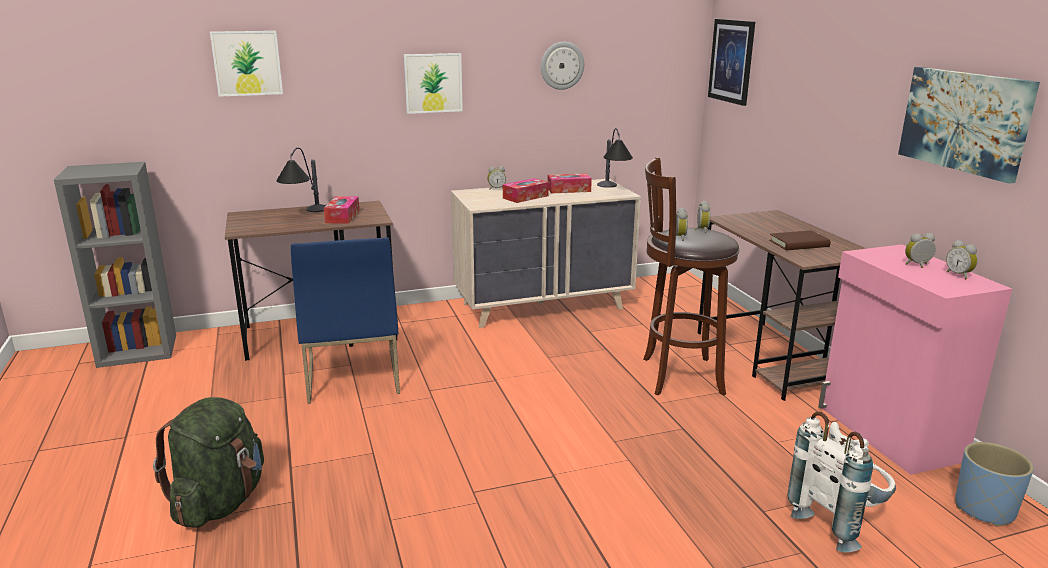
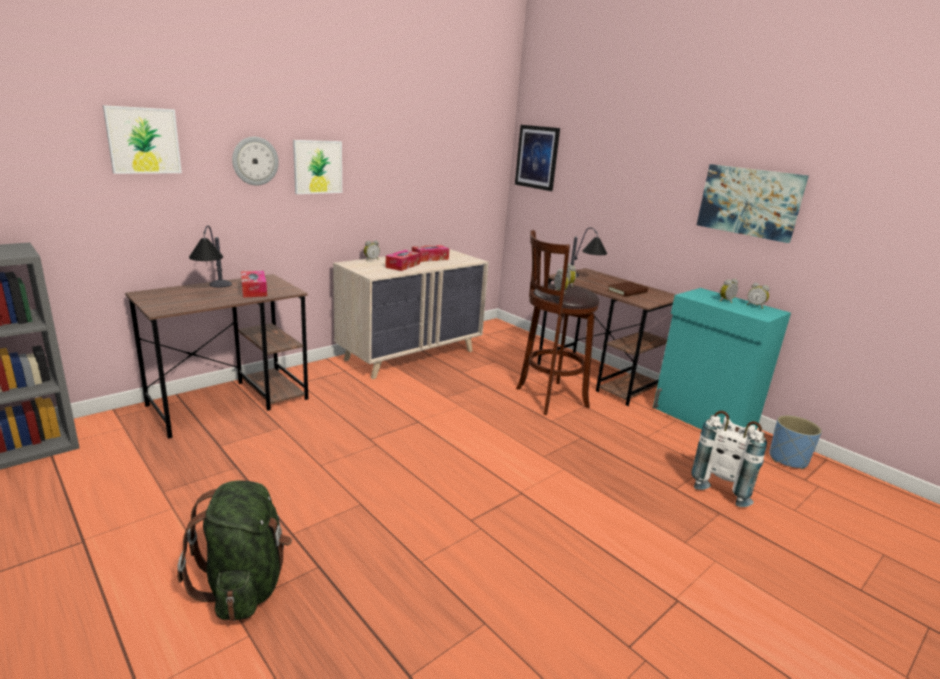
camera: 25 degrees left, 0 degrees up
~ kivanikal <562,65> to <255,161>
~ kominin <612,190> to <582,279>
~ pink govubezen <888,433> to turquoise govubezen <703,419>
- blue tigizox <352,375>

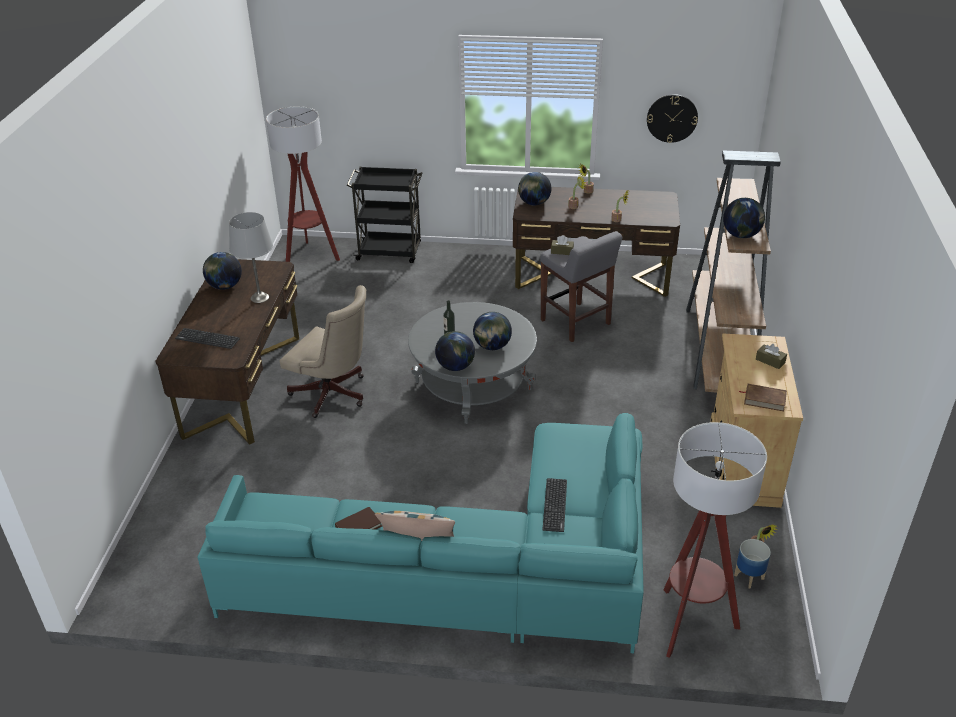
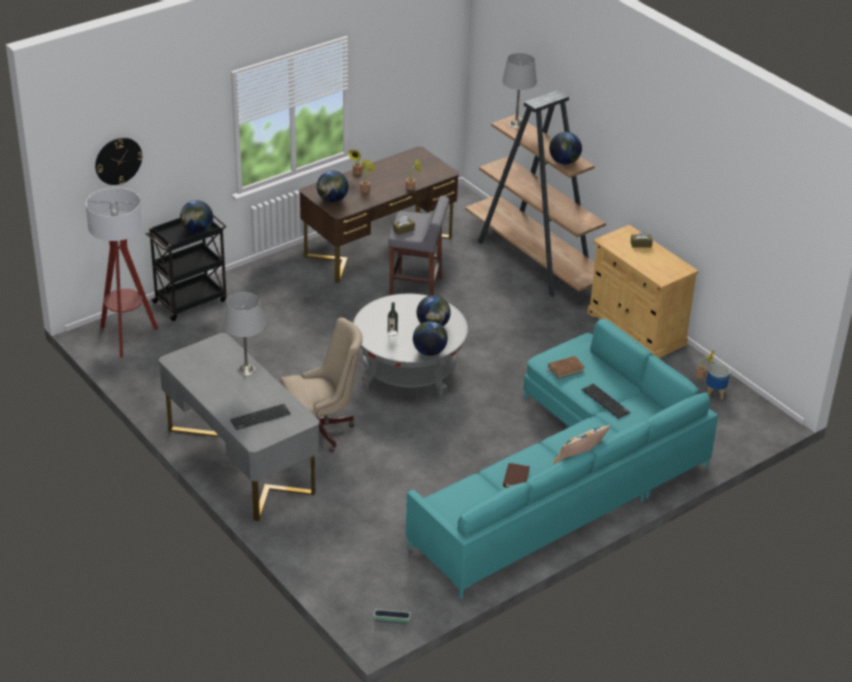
camera: 45 degrees left, 0 degrees up
~ kivanikal <672,118> to <118,160>
~ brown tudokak <243,385> to grey tudokak <240,460>
~ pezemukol <225,286> to <197,230>
+ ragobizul <391,620>
+ grey kominin <516,124>
~ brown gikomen <764,399> to <565,369>
- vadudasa <690,624>

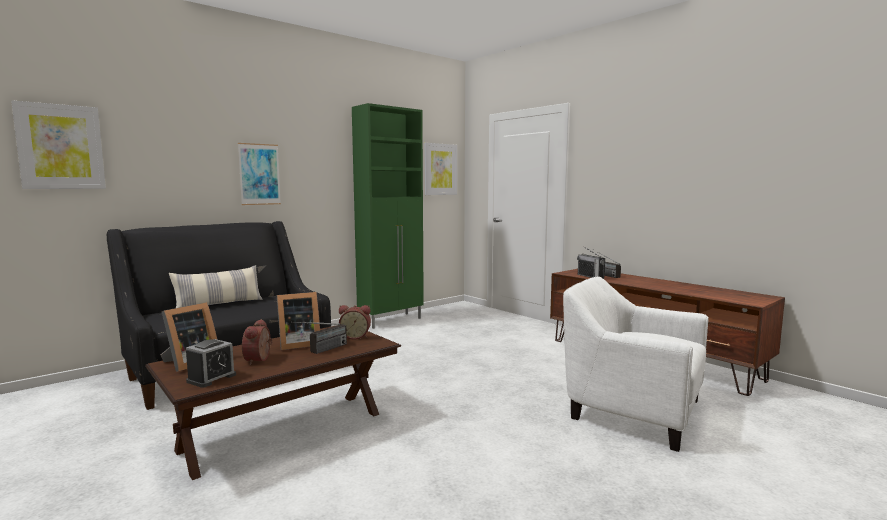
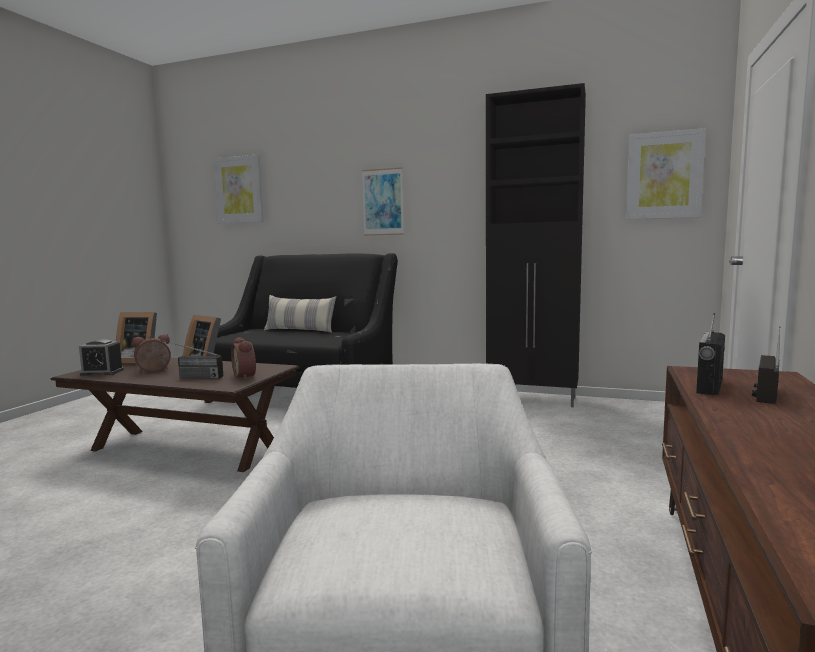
camera: 60 degrees right, 0 degrees up
~ green govubezen <392,320> to black govubezen <533,399>

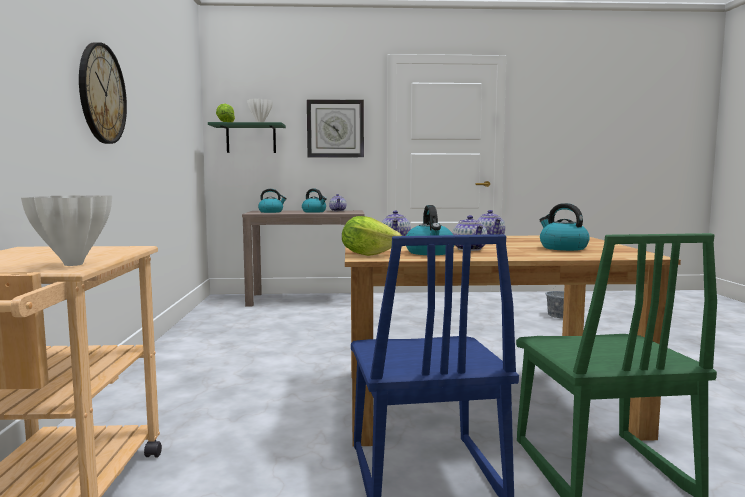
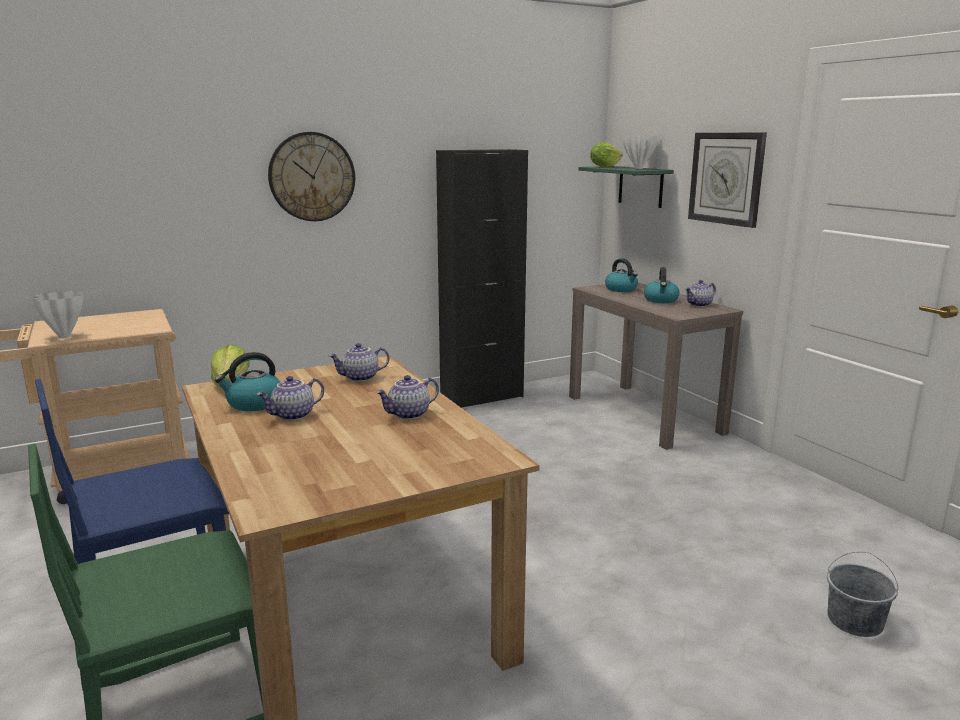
camera: 65 degrees right, 10 degrees up
+ black govubezen <482,398>
- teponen <562,248>

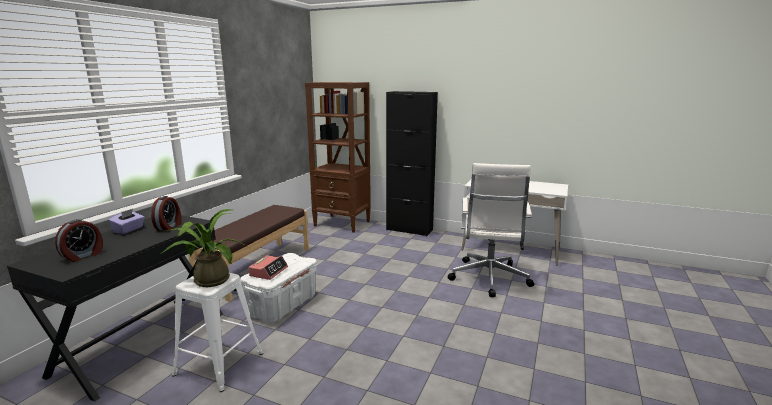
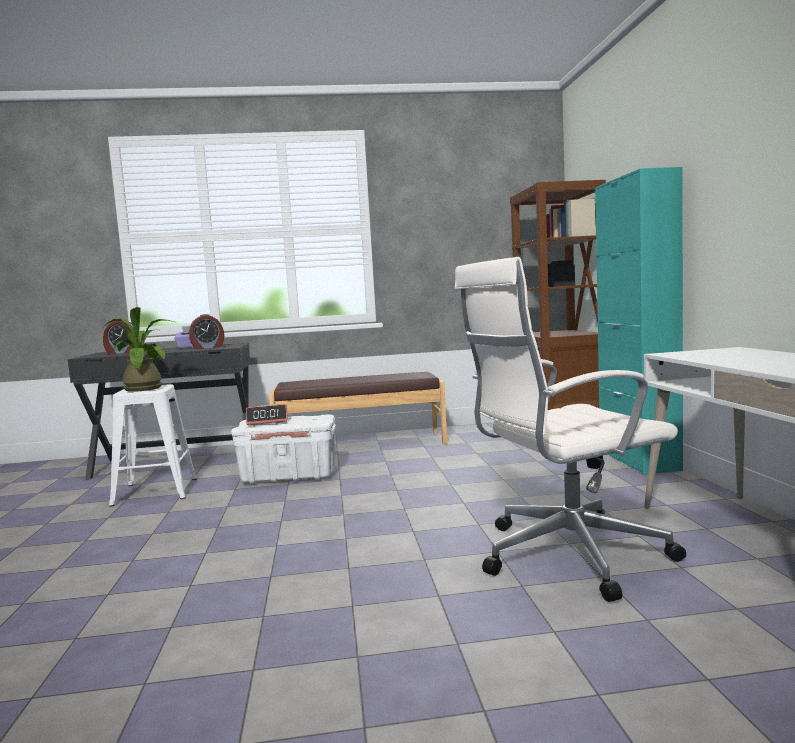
camera: 60 degrees right, 10 degrees down
~ black govubezen <409,230> to turquoise govubezen <638,460>

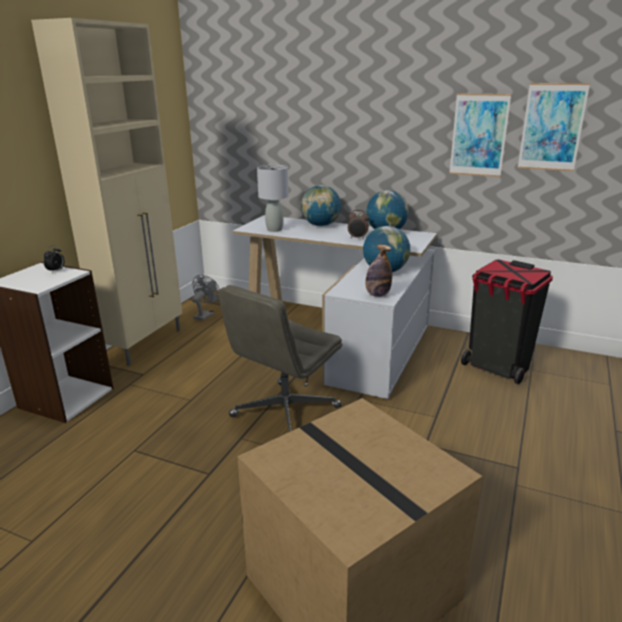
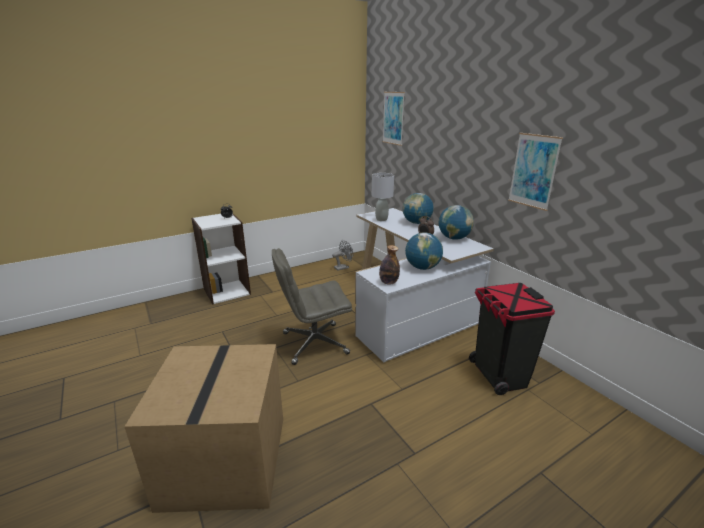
camera: 35 degrees right, 0 degrees up
~ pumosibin <552,127> to <393,118>
- beige govubezen <144,343>

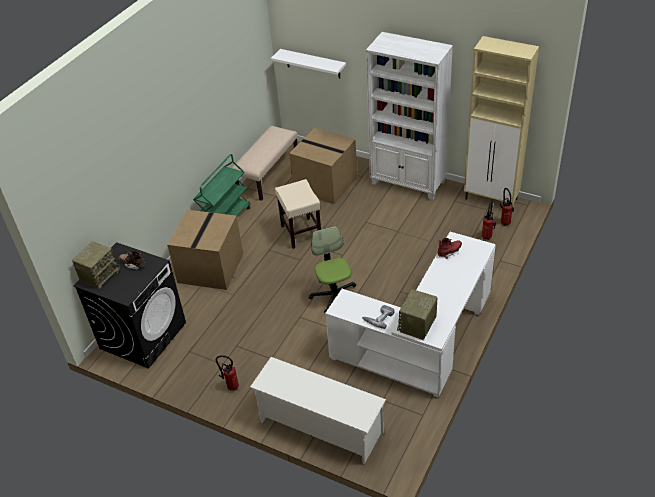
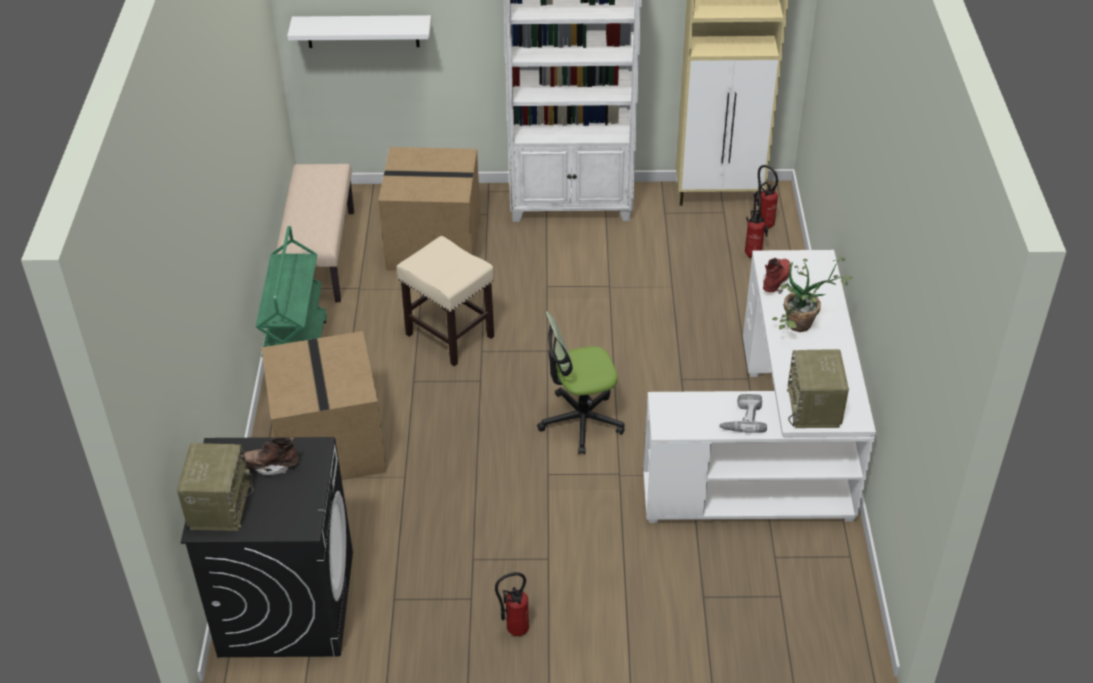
camera: 30 degrees left, 0 degrees up
~ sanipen <334,296> = <581,421> 60 degrees counterclockwise
+ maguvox <801,329>
- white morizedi <320,427>

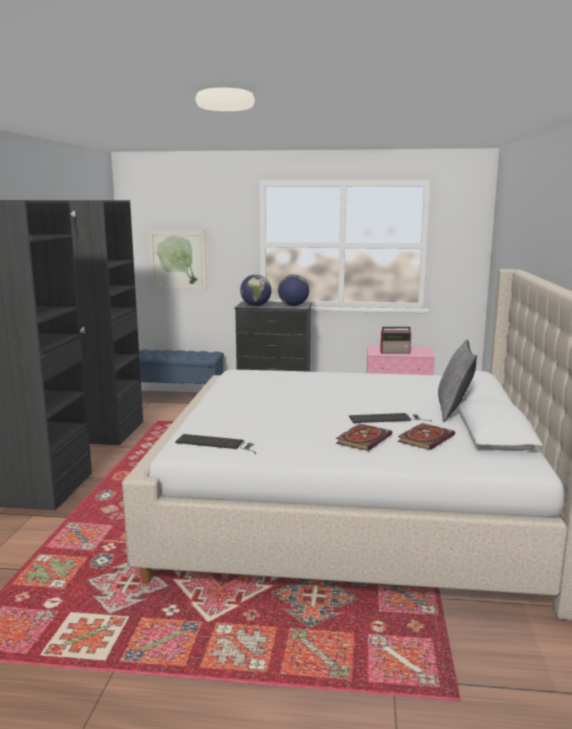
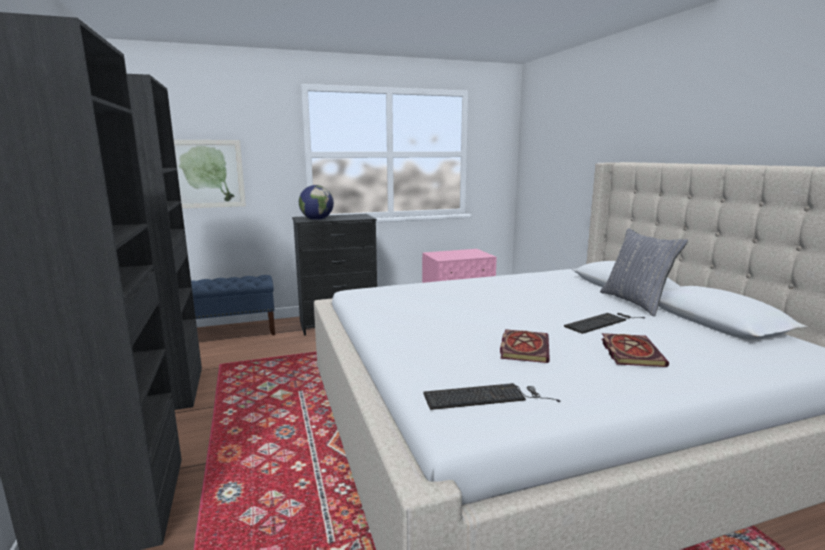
camera: 25 degrees left, 0 degrees up
~ gikomen <425,438> to <523,348>
- pezemukol <293,305>
- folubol <395,352>

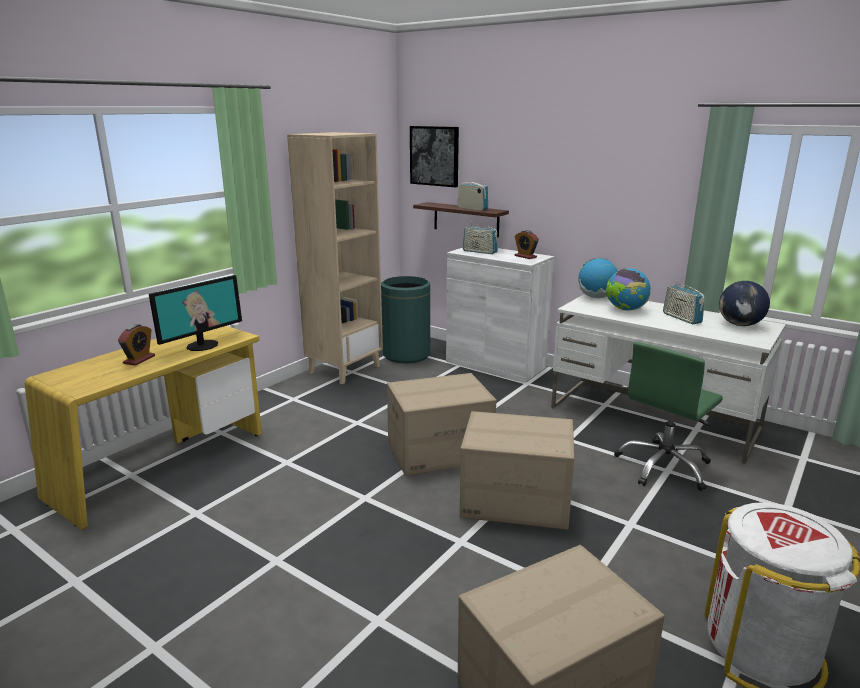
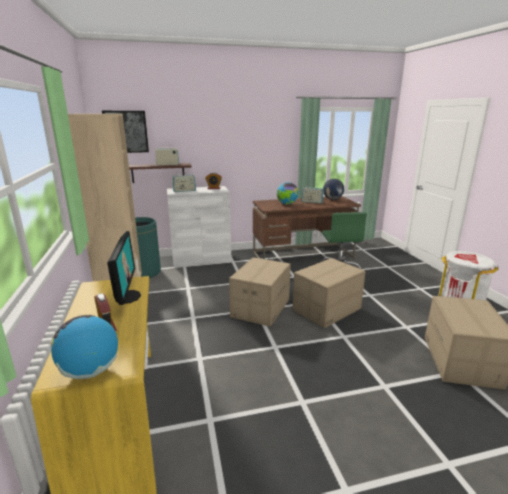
camera: 50 degrees left, 0 degrees up
~ pezemukol <596,297> to <90,371>
~ white tudokak <654,418> to brown tudokak <303,255>

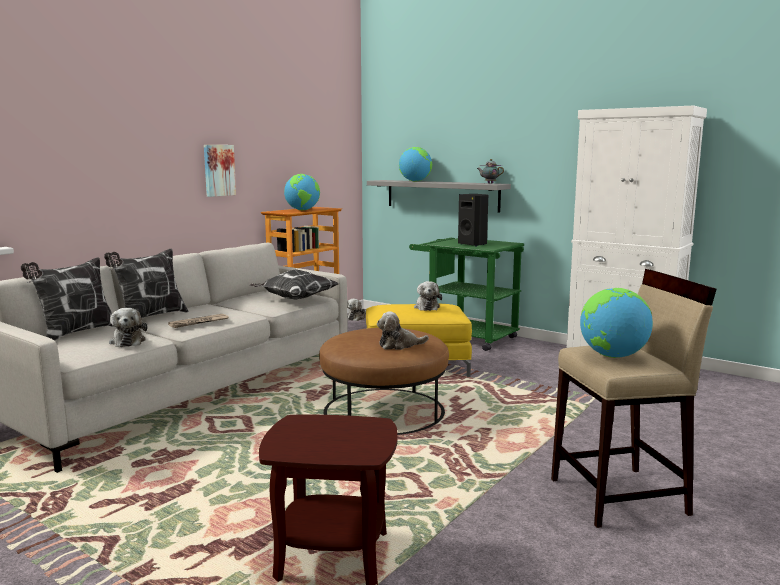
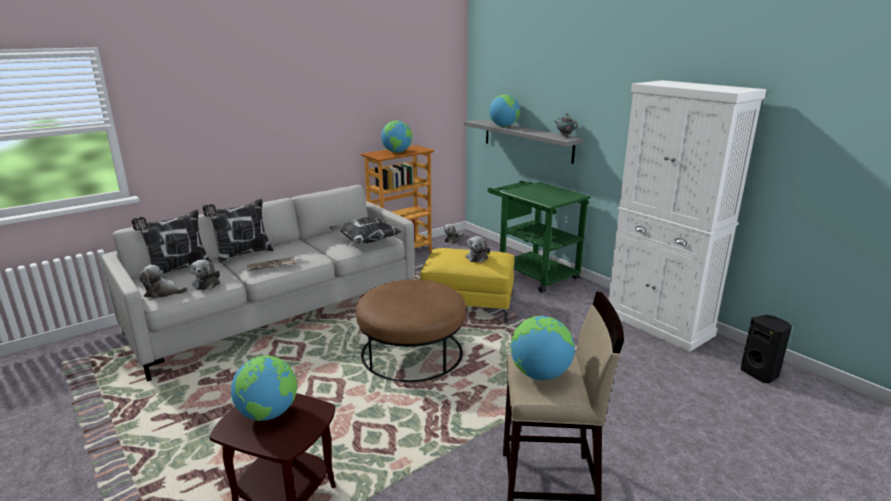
camera: 15 degrees right, 10 degrees up
~ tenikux <399,345> to <163,293>
+ pezemukol <268,414>
~ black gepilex <473,244> to <760,374>
- pumosibin <218,170>

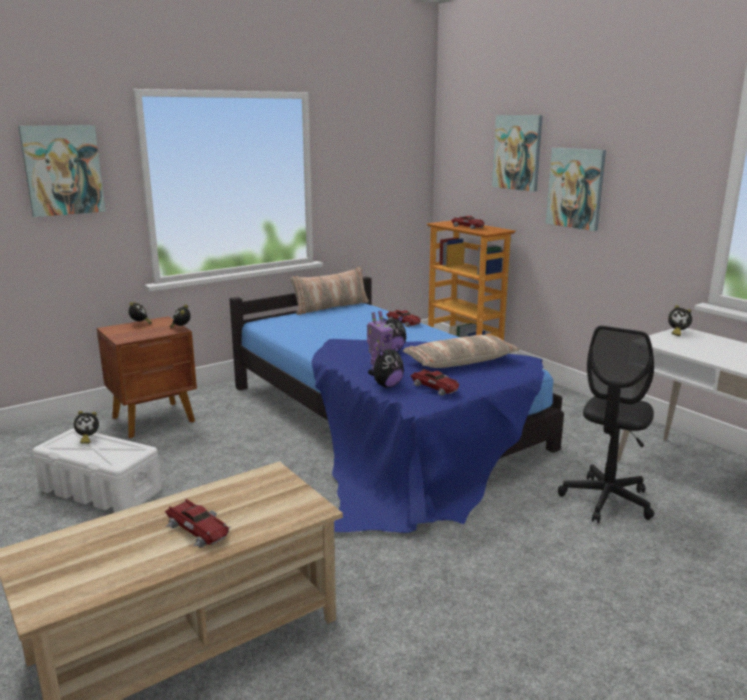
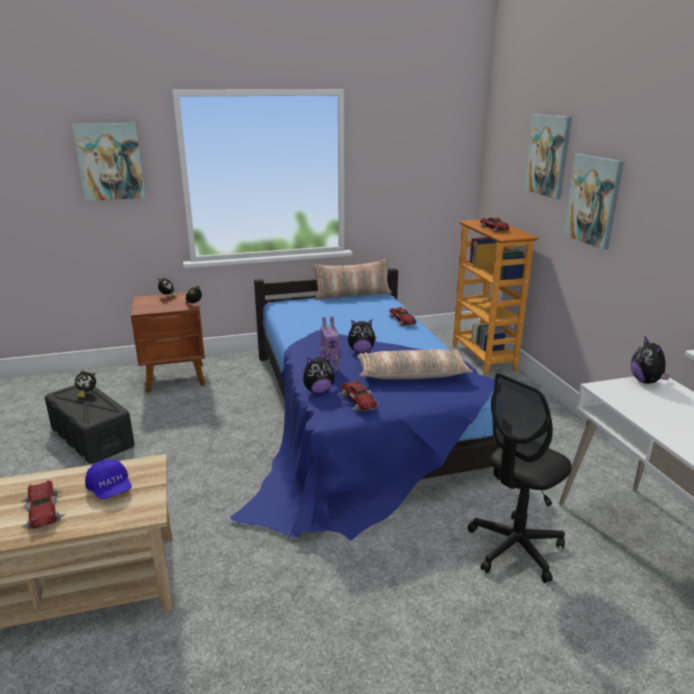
camera: 20 degrees right, 5 degrees up
~ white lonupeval <101,490> to black lonupeval <92,437>
+ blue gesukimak <110,489>
~ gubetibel <677,333> to tenikux <646,381>

